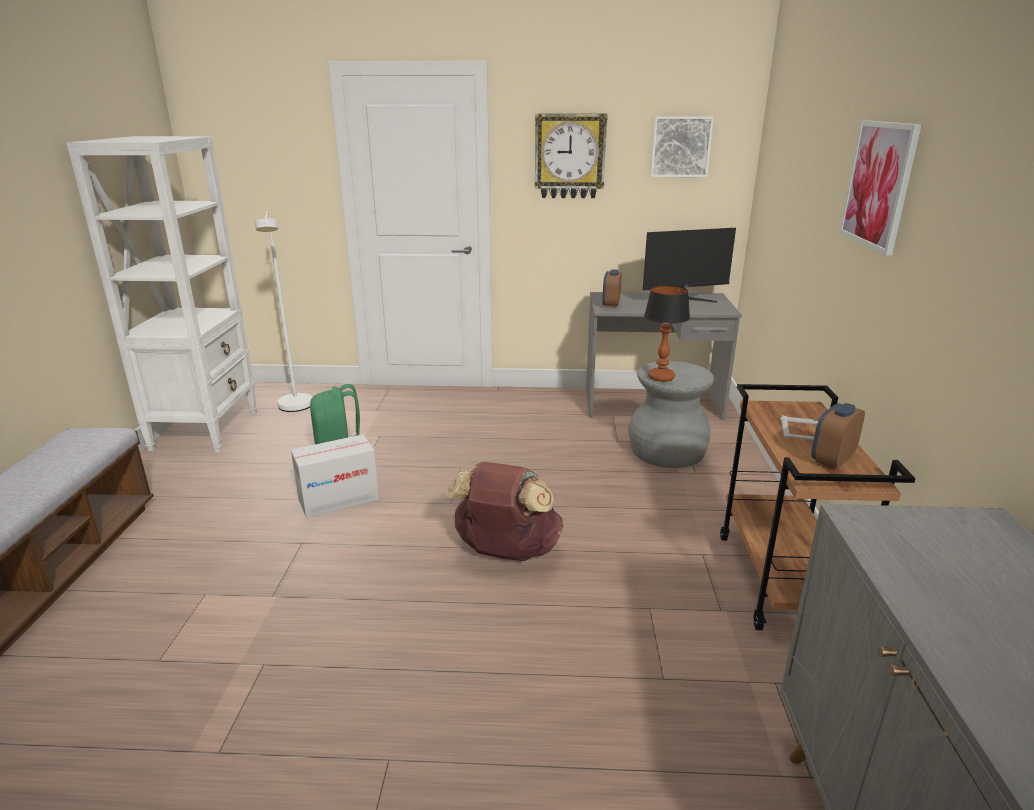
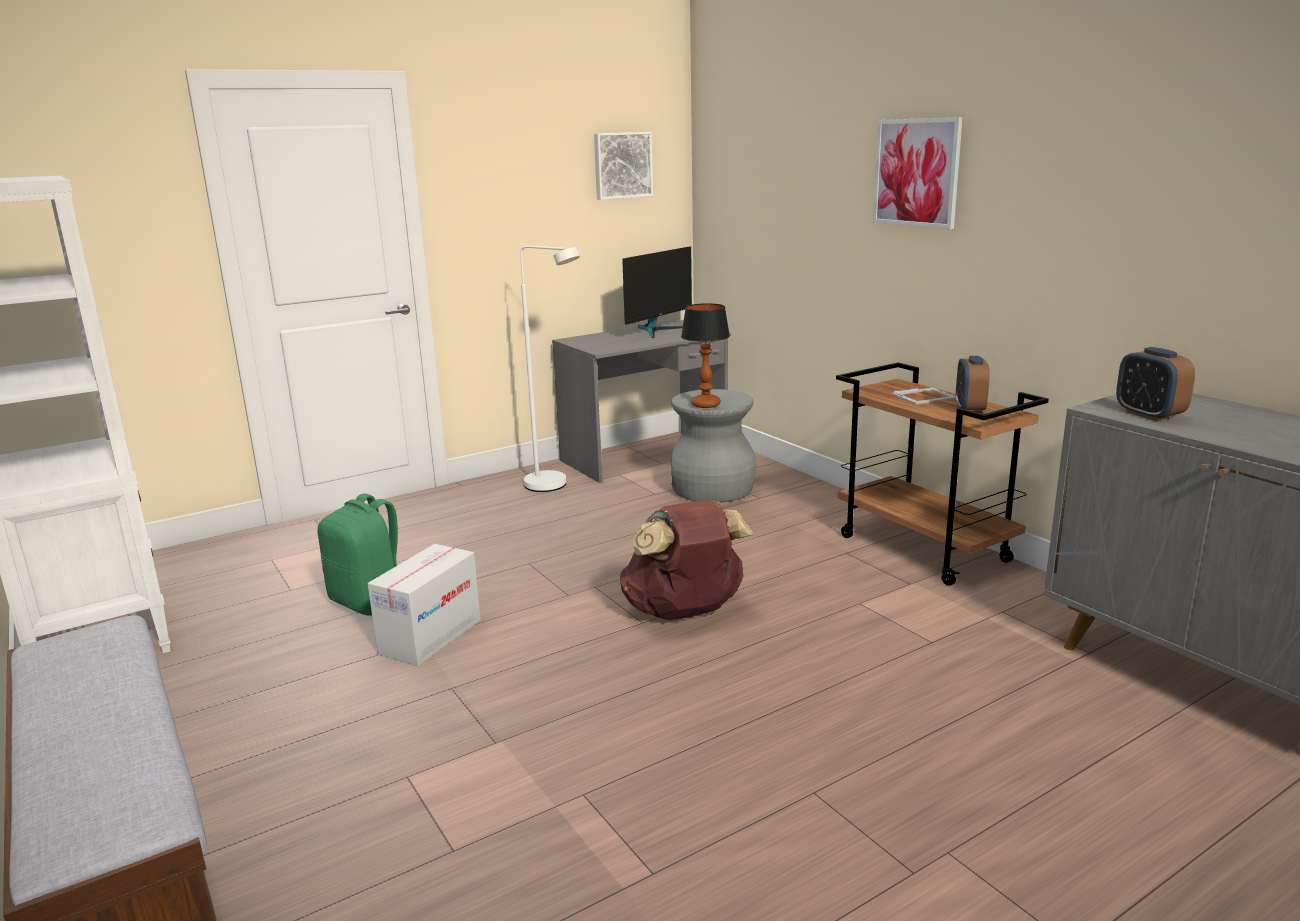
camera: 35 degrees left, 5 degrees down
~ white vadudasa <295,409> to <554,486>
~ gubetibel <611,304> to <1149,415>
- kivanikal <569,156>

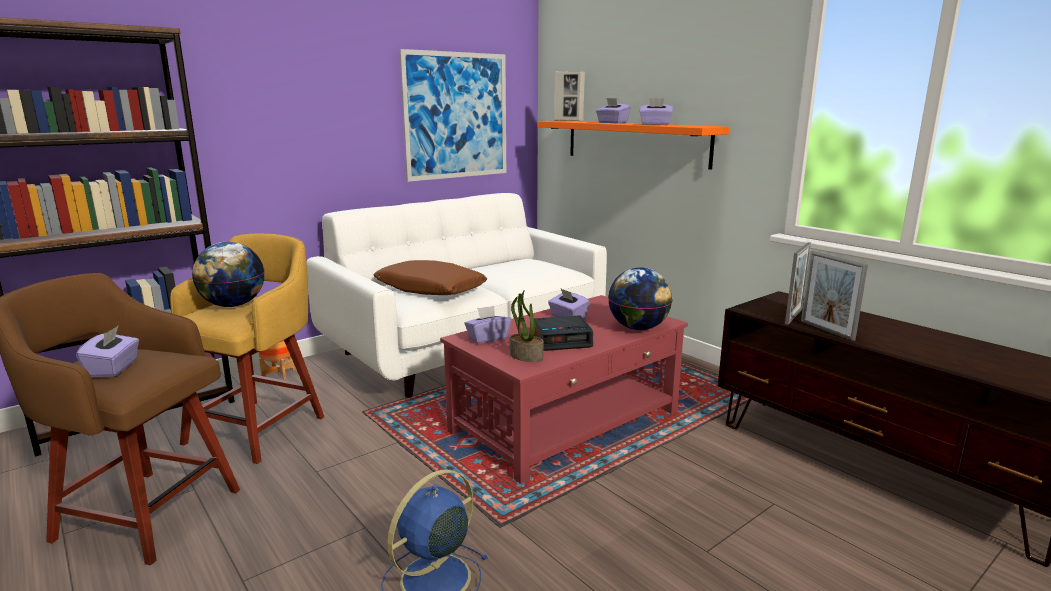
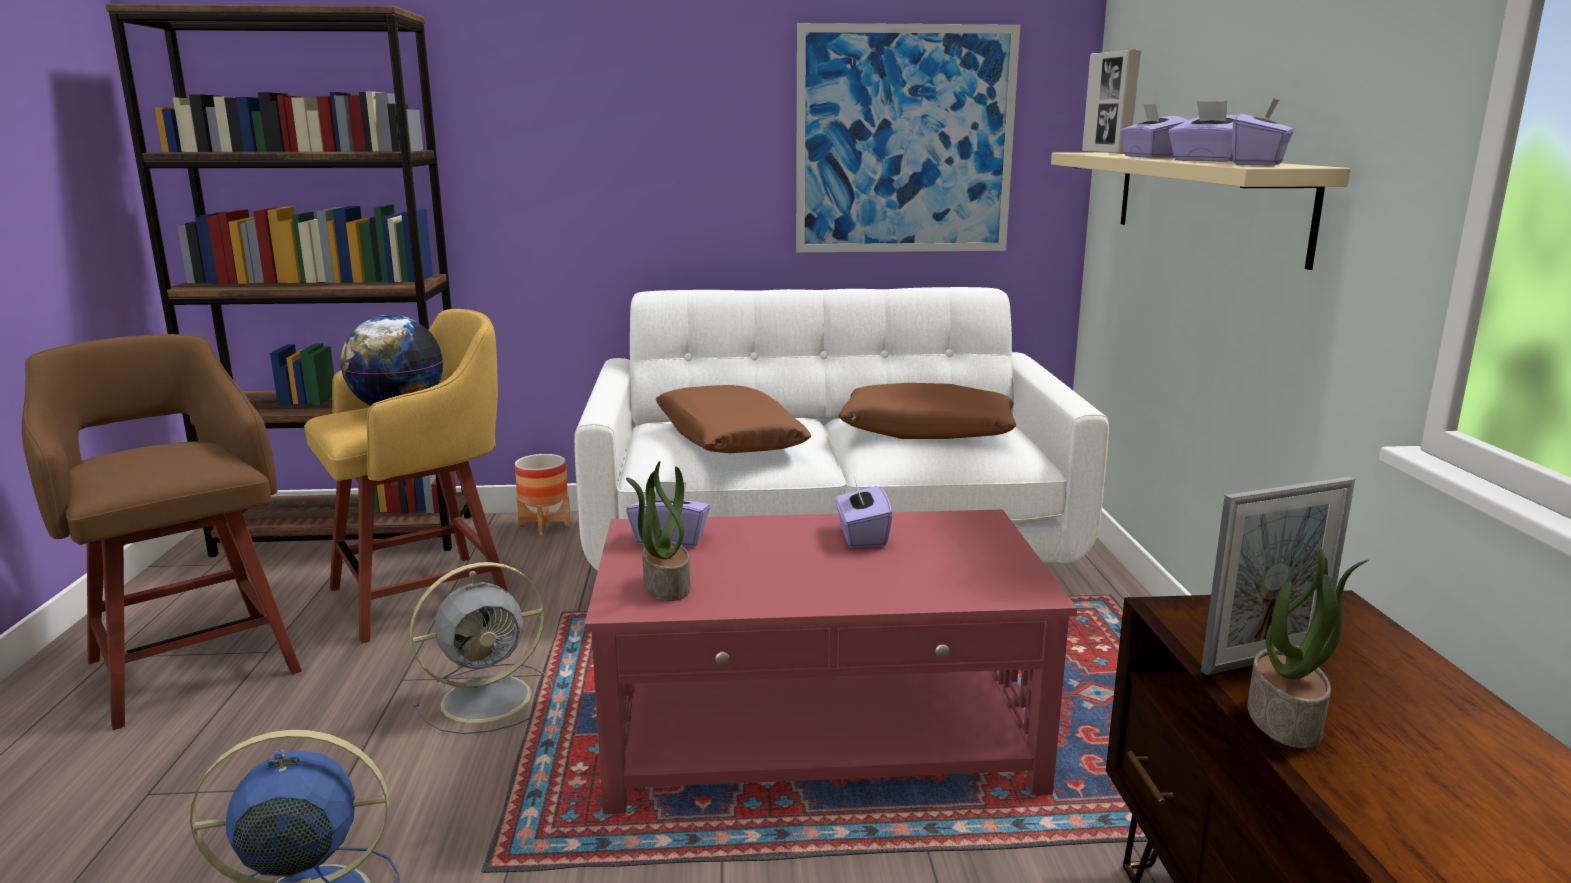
camera: 35 degrees right, 0 degrees up
+ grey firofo <490,698>
+ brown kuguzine <927,430>
~ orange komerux <635,142> to beige komerux <1204,201>
~ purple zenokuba <113,368> to <1259,164>
~ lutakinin <827,330> to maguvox <1286,720>
- gubetibel <561,340>
- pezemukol <638,328>

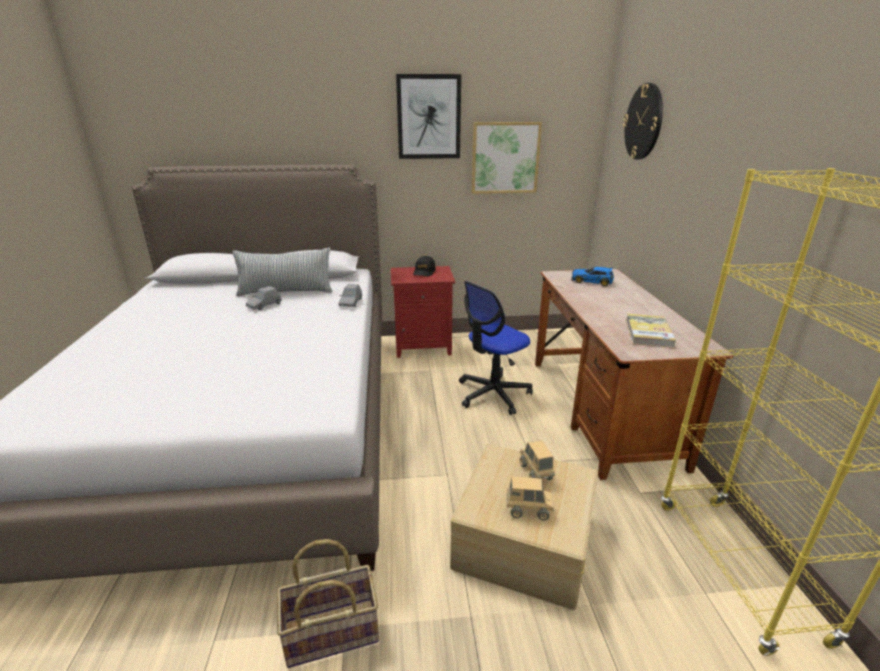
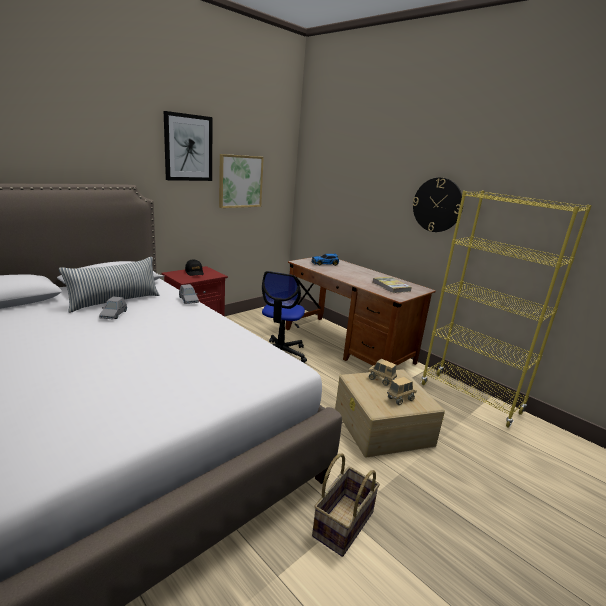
camera: 40 degrees left, 5 degrees down
~ kivanikal <643,122> to <437,205>

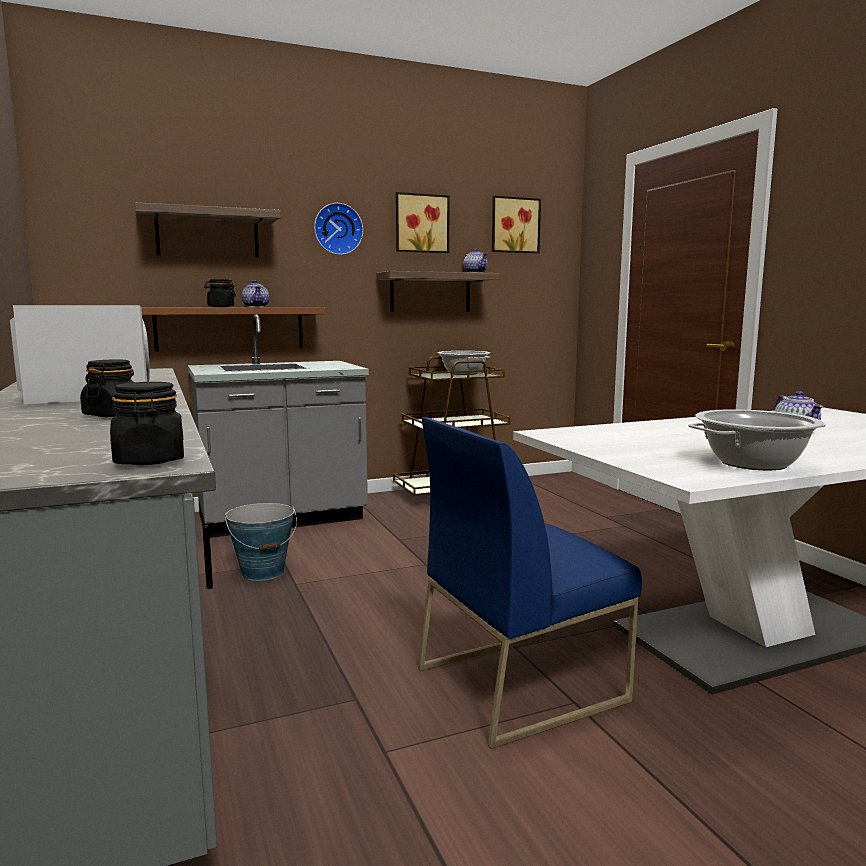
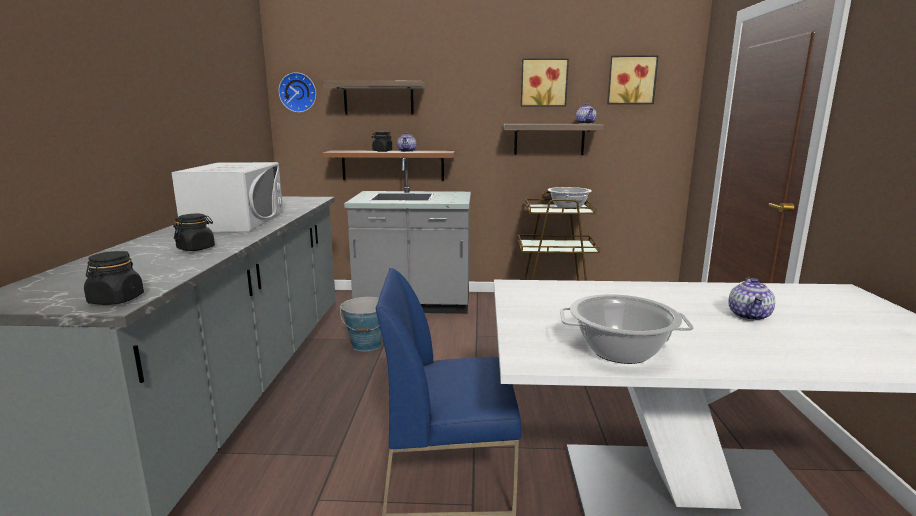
camera: 25 degrees right, 5 degrees up
~ kivanikal <337,229> to <298,92>

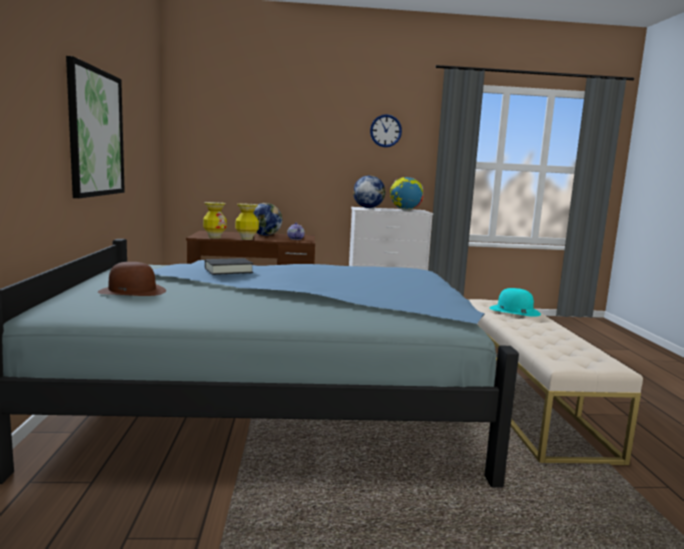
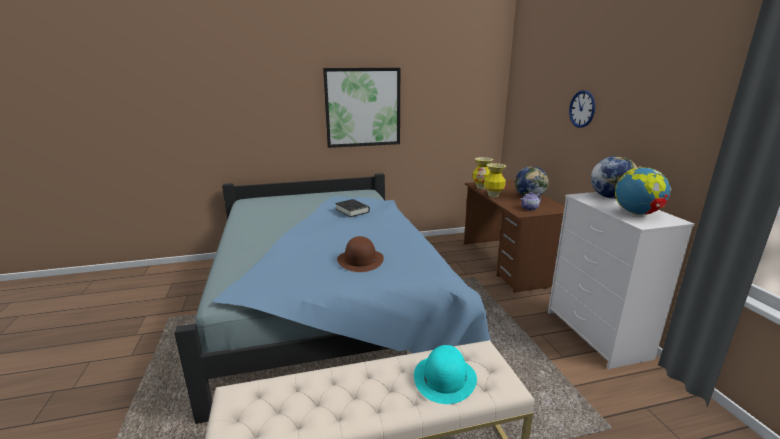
camera: 80 degrees right, 10 degrees up
~ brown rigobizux <132,291> to <360,260>
~ kivanikal <385,131> to <582,109>

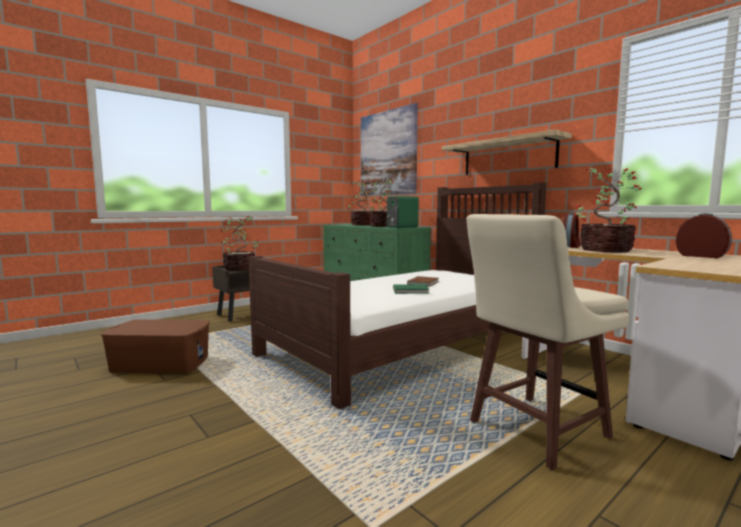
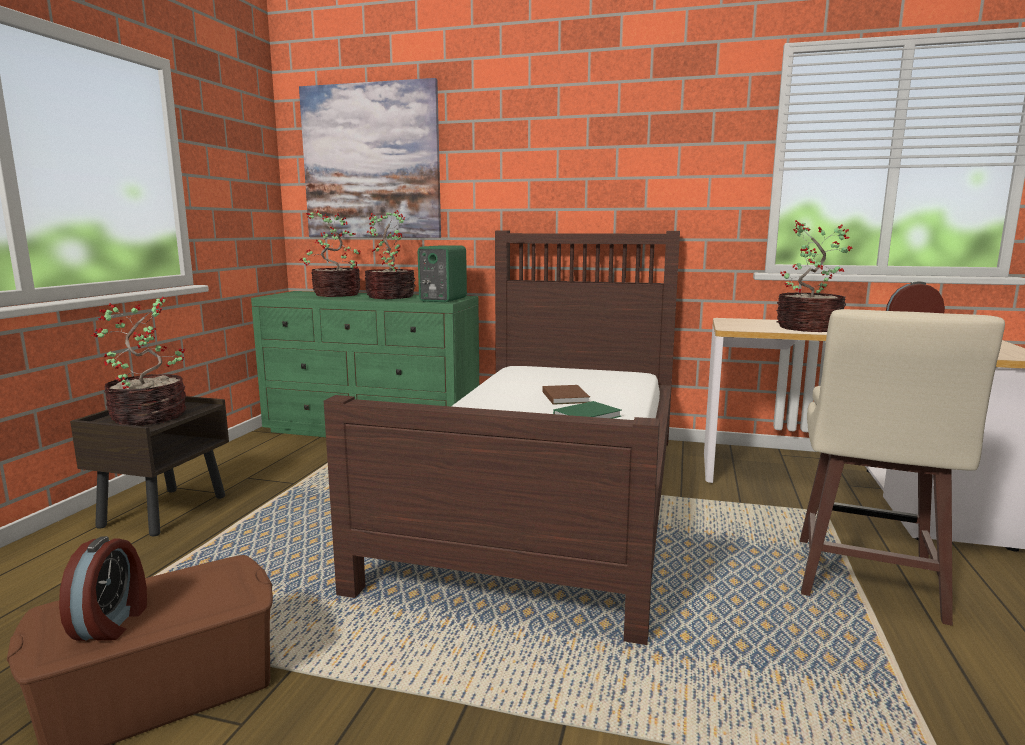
camera: 35 degrees left, 5 degrees up
~ gubetibel <571,246> to <113,622>
- komerux <508,156>

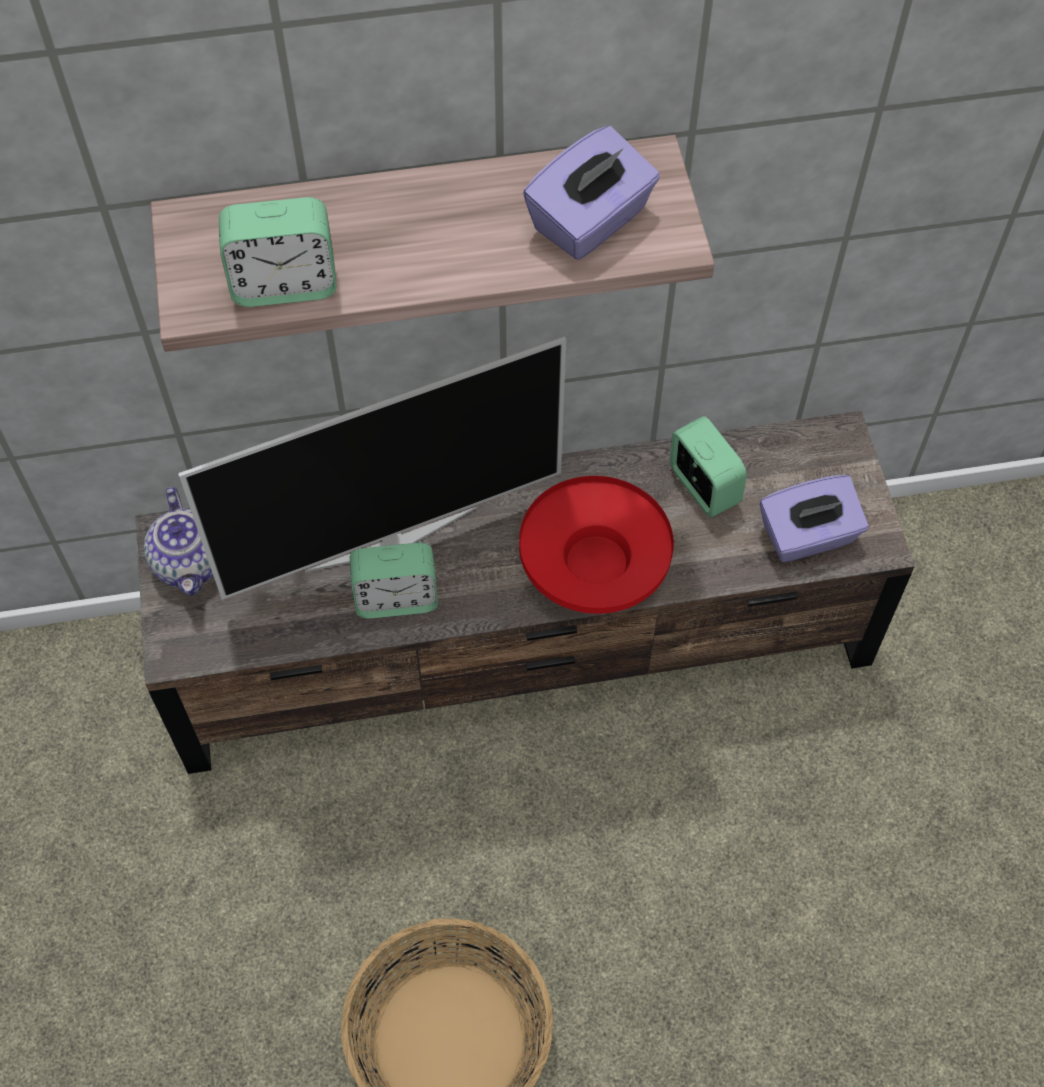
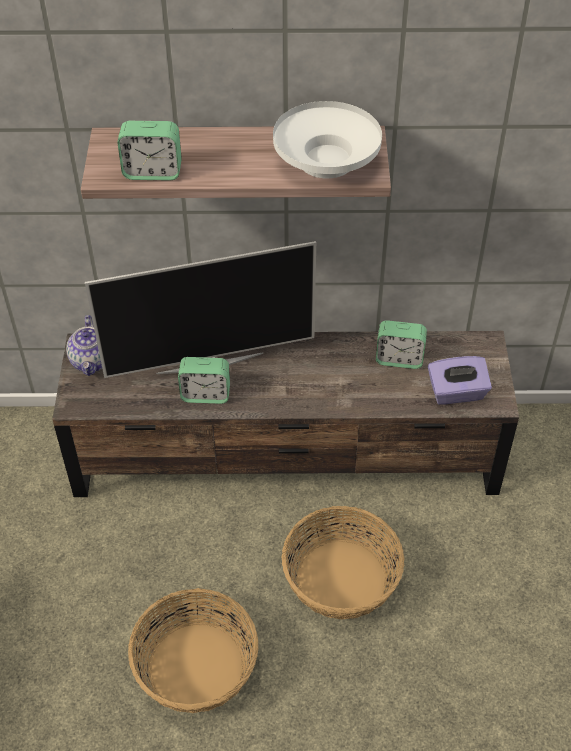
camera: 10 degrees right, 10 degrees down
~ purple zenokuba <590,221> to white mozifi <326,160>
+ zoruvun <342,579>
~ gubetibel <703,487> = <399,359> 120 degrees clockwise
- red mozifi <594,564>

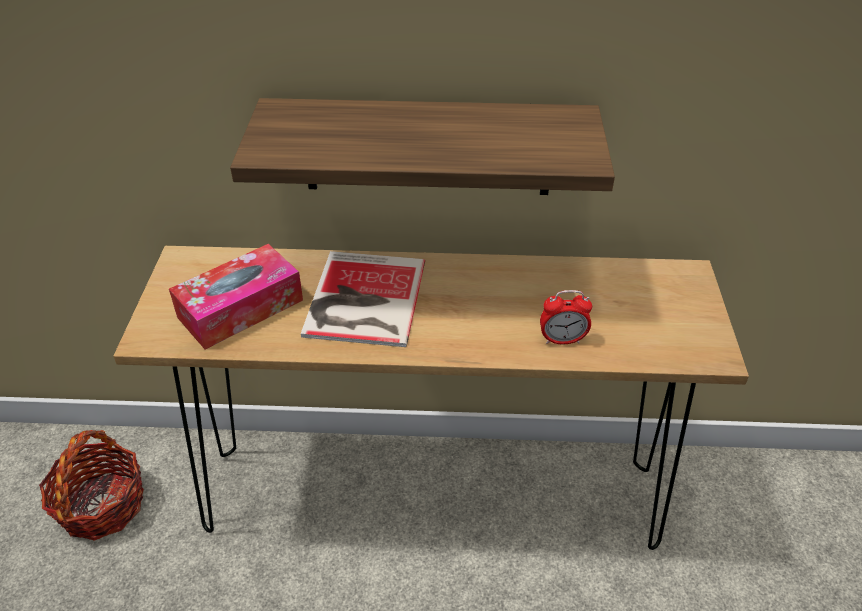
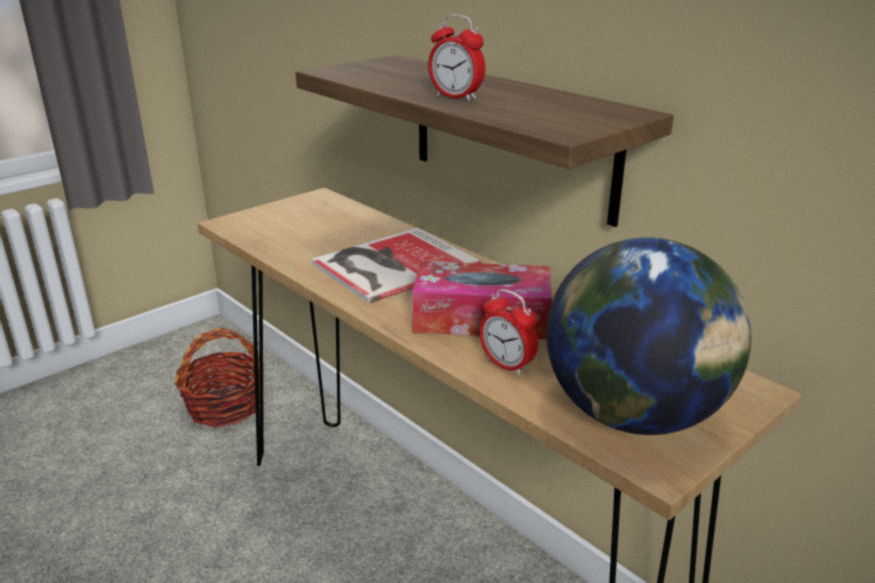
camera: 45 degrees right, 15 degrees down
~ zenokuba <240,308> to <481,318>
+ gubetibel <456,97>
+ pezemukol <635,415>

